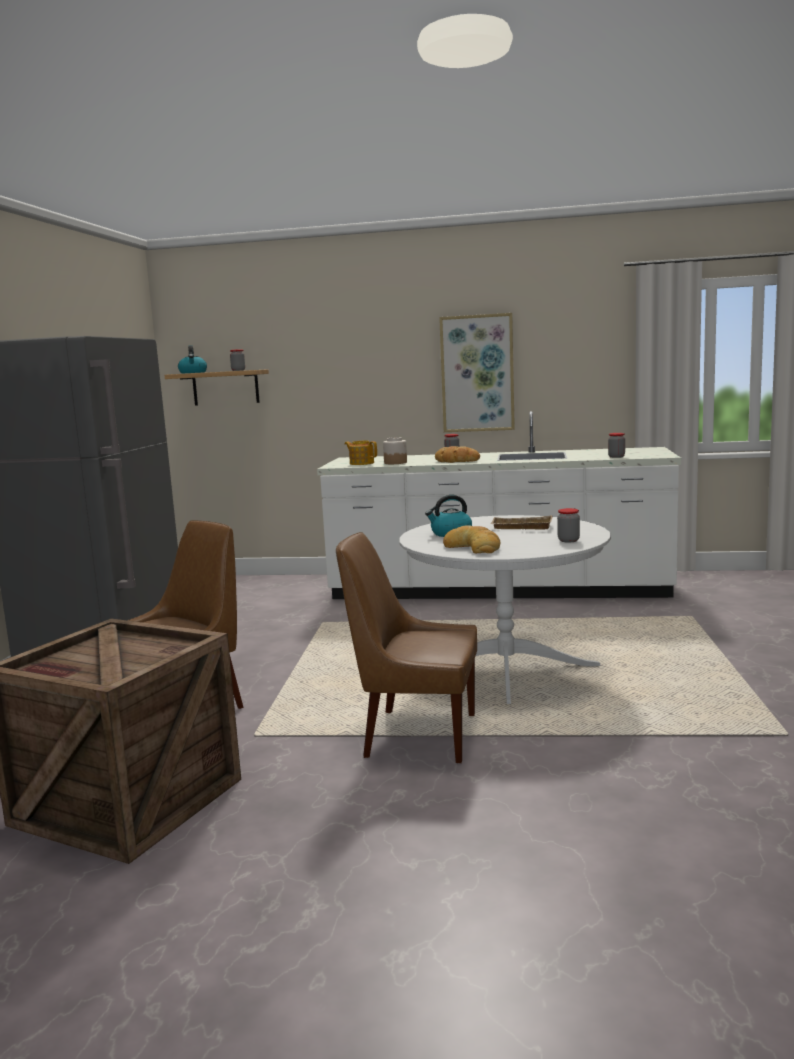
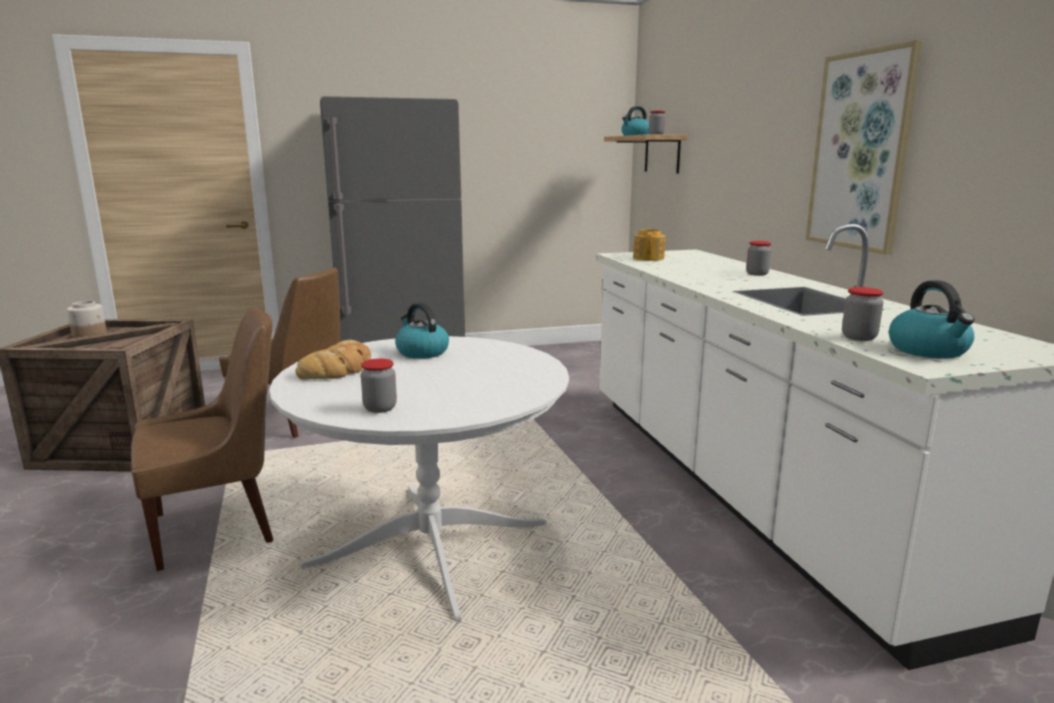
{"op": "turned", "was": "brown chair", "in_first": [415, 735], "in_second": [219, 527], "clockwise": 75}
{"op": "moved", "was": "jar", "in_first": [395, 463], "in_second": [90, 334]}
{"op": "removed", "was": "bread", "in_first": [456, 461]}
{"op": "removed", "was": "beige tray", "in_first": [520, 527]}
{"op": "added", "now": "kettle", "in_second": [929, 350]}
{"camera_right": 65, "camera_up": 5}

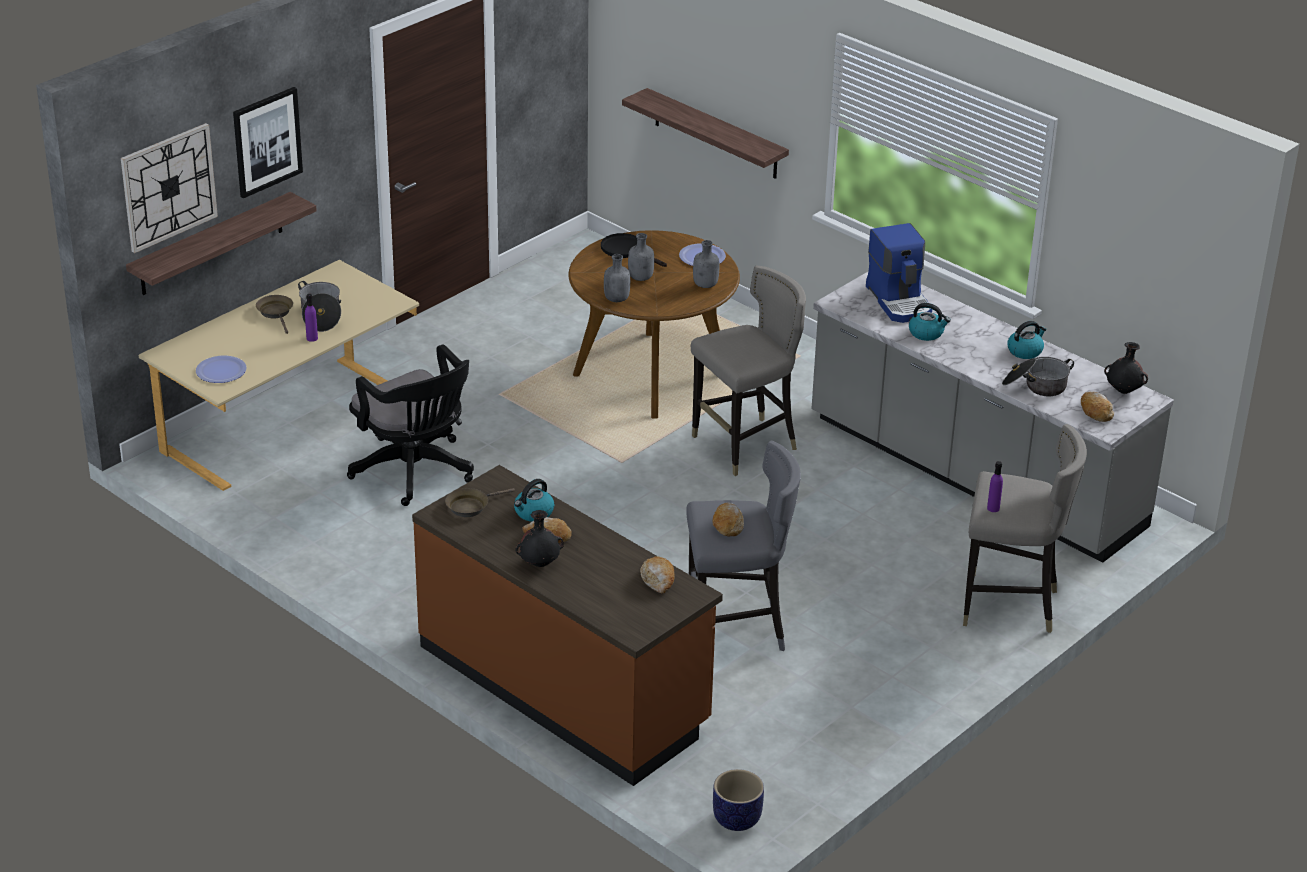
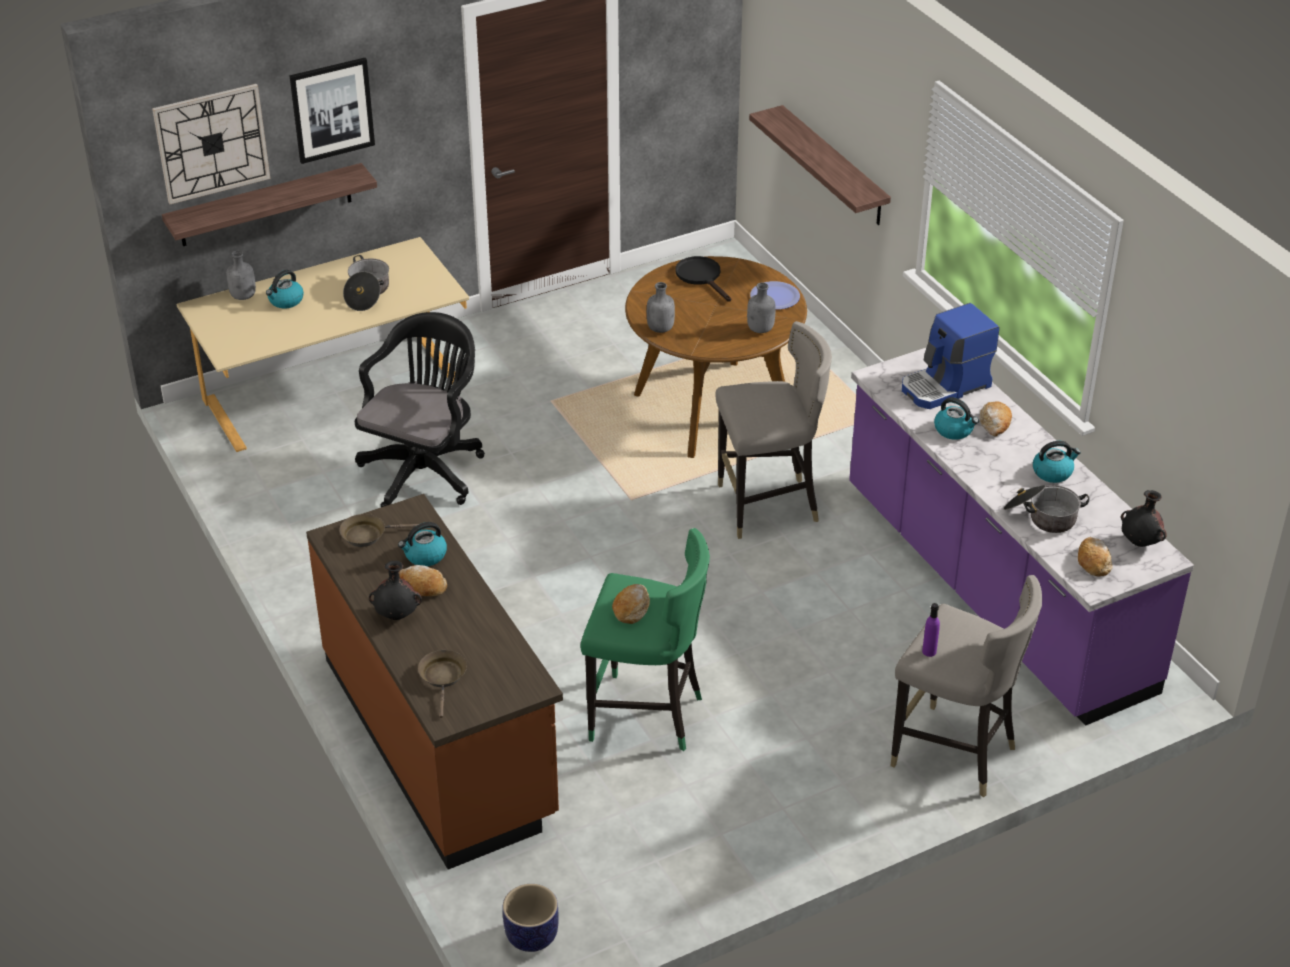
{"op": "removed", "was": "plate", "in_first": [221, 371]}
{"op": "moved", "was": "brown frying pan", "in_first": [276, 313], "in_second": [443, 678]}
{"op": "removed", "was": "purple bottle", "in_first": [312, 338]}
{"op": "turned", "was": "black office chair", "in_first": [416, 472], "in_second": [425, 469], "clockwise": -135}
{"op": "moved", "was": "grey bottle", "in_first": [641, 278], "in_second": [244, 296]}
{"op": "moved", "was": "bread", "in_first": [658, 580], "in_second": [995, 423]}
{"op": "recoloured", "was": "grey stool", "now": "green stool", "in_first": [736, 631], "in_second": [646, 716]}
{"op": "recoloured", "was": "grey counter", "now": "purple counter", "in_first": [974, 474], "in_second": [994, 590]}
{"op": "turned", "was": "coffee machine", "in_first": [900, 301], "in_second": [946, 387], "clockwise": 60}
{"op": "added", "now": "kettle", "in_second": [285, 301]}
{"camera_right": 20, "camera_up": 5}

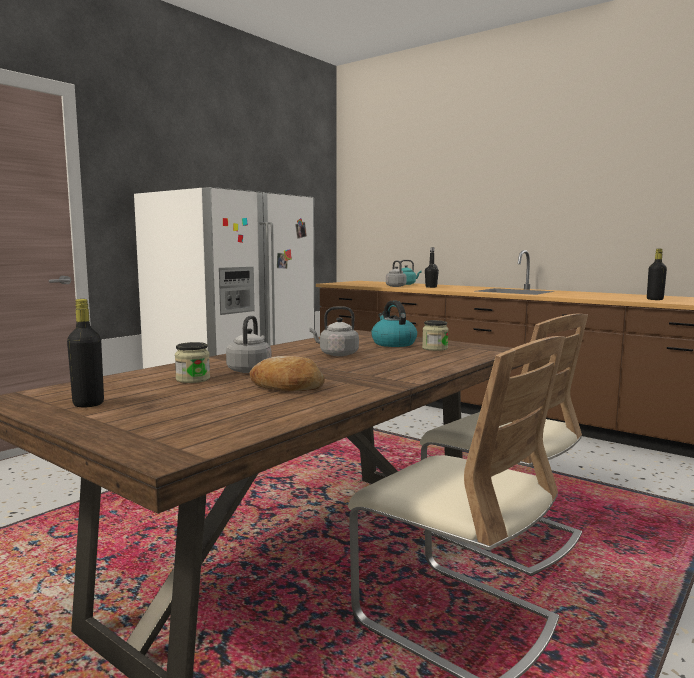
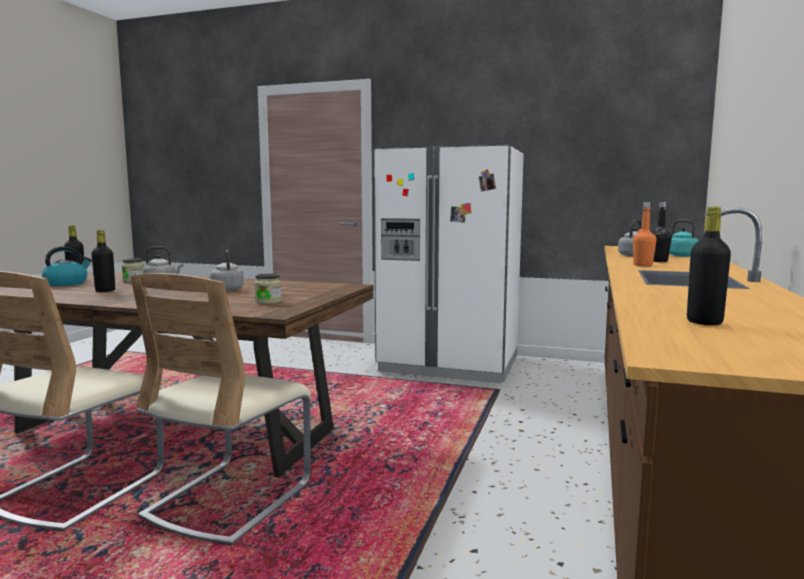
{"op": "replaced", "was": "bread", "now": "black bottle", "in_first": [286, 387], "in_second": [105, 291]}
{"op": "moved", "was": "kettle", "in_first": [393, 343], "in_second": [66, 283]}
{"op": "added", "now": "orange bottle", "in_second": [642, 265]}
{"camera_right": 70, "camera_up": 0}

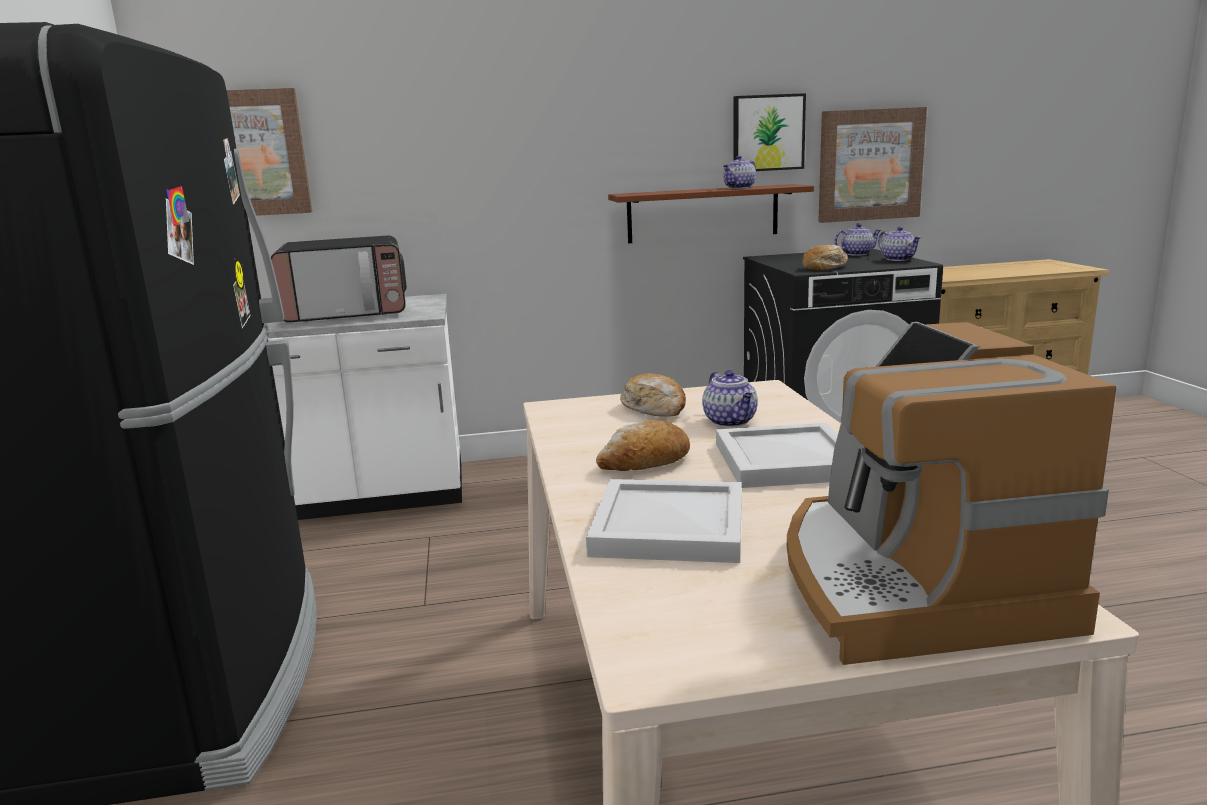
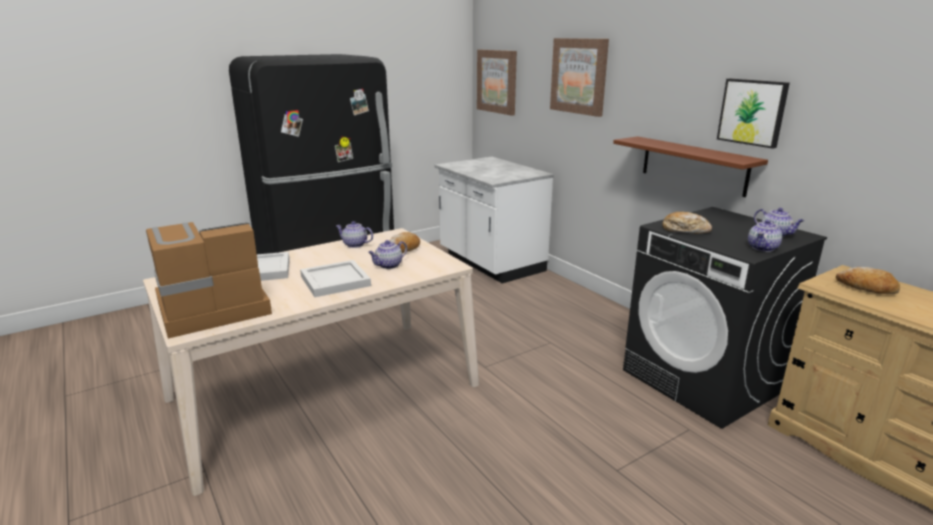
{"op": "removed", "was": "microwave", "in_first": [347, 313]}
{"op": "moved", "was": "bread", "in_first": [645, 462], "in_second": [866, 288]}
{"op": "moved", "was": "teapot", "in_first": [739, 188], "in_second": [354, 245]}
{"op": "moved", "was": "picture", "in_first": [870, 165], "in_second": [579, 76]}
{"camera_right": 65, "camera_up": 5}

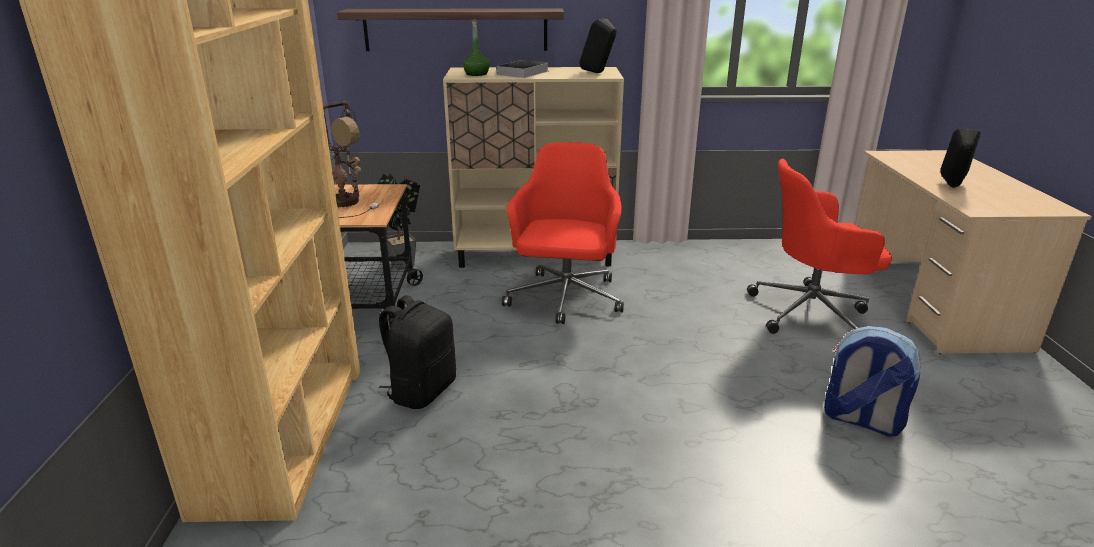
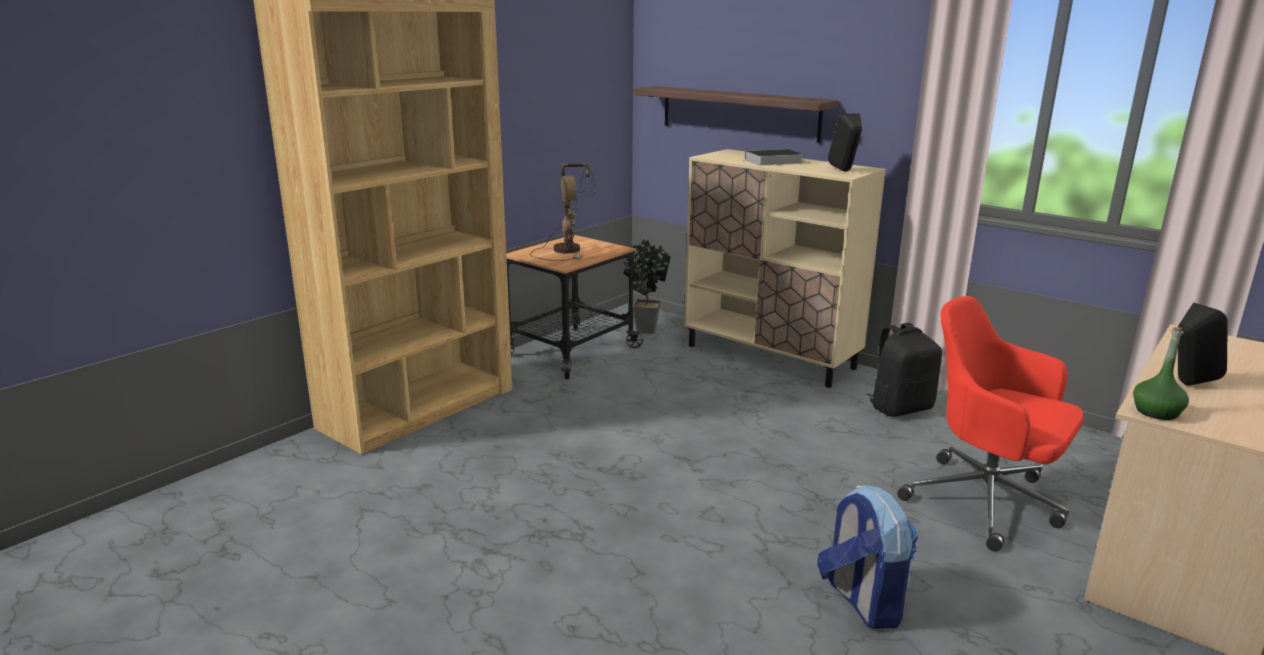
{"op": "moved", "was": "black backpack", "in_first": [421, 390], "in_second": [900, 408]}
{"op": "moved", "was": "green bottle", "in_first": [476, 74], "in_second": [1156, 412]}
{"op": "removed", "was": "red office chair", "in_first": [565, 299]}
{"camera_right": 40, "camera_up": -5}

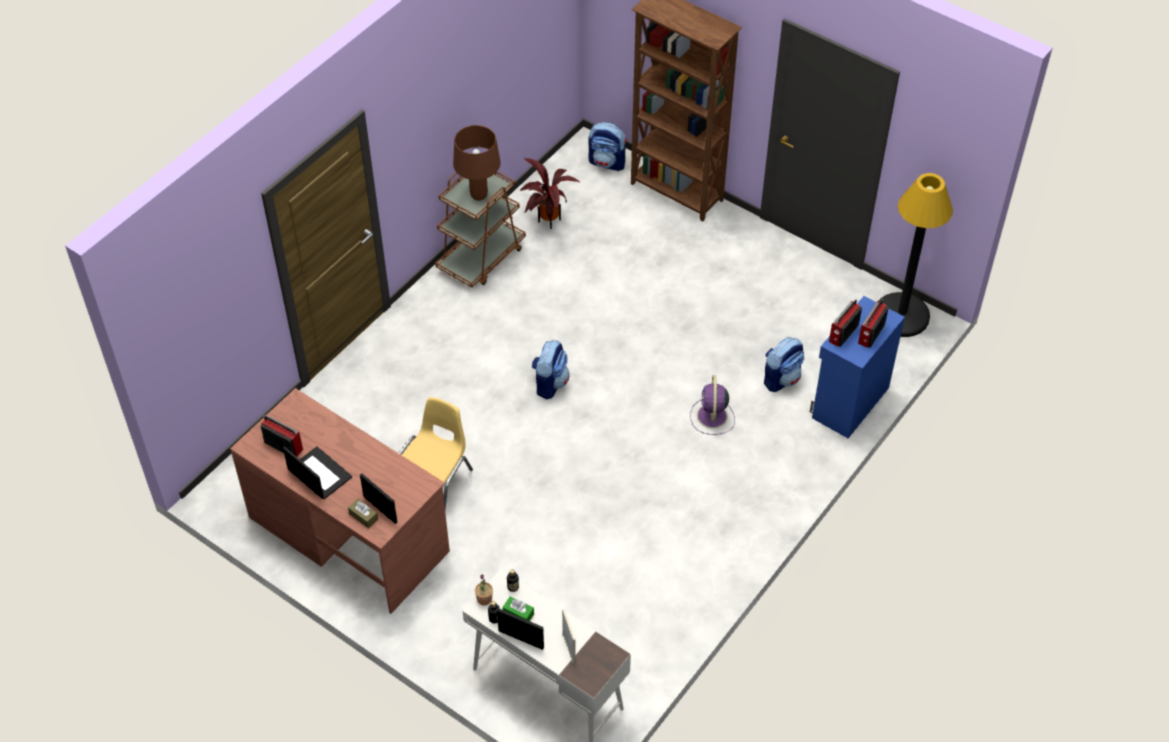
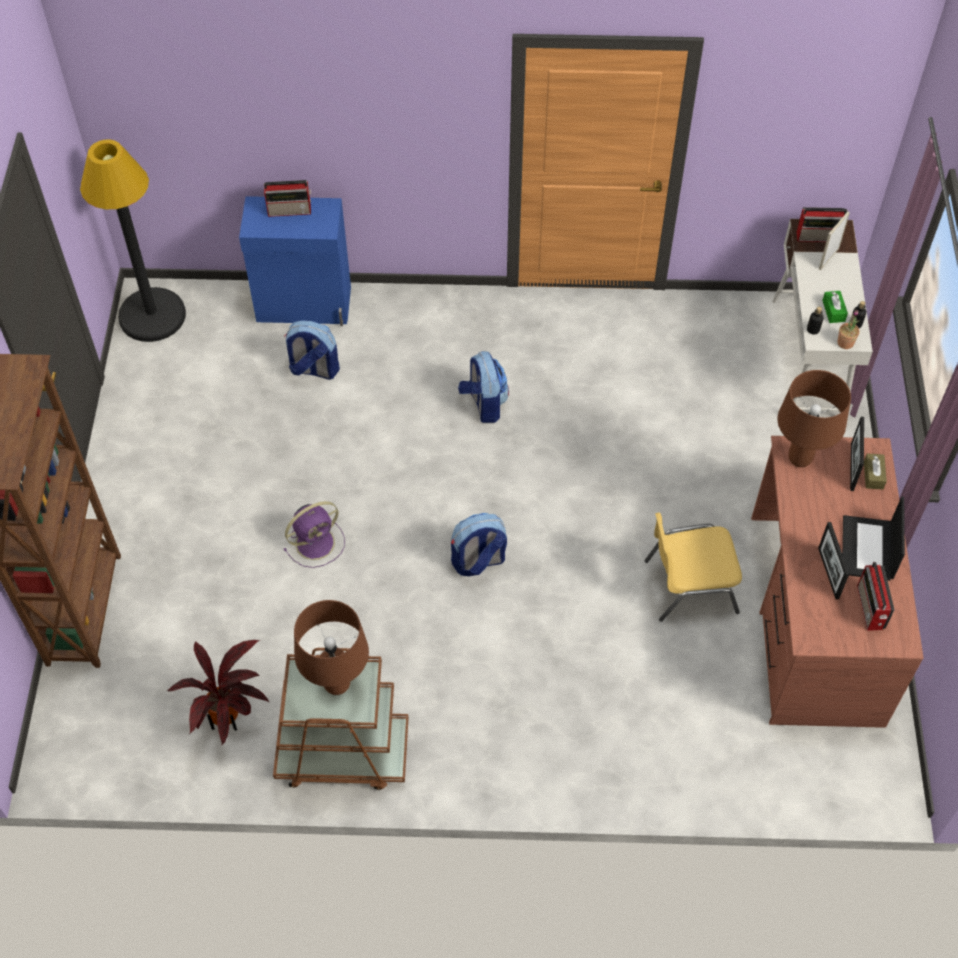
{"op": "moved", "was": "picture frame", "in_first": [521, 639], "in_second": [828, 573]}
{"op": "moved", "was": "backpack", "in_first": [607, 162], "in_second": [484, 404]}
{"op": "moved", "was": "purple fan", "in_first": [712, 417], "in_second": [316, 542]}
{"op": "moved", "was": "radio", "in_first": [842, 333], "in_second": [819, 236]}
{"op": "added", "now": "brown table lamp", "in_second": [799, 459]}
{"camera_right": -125, "camera_up": 5}

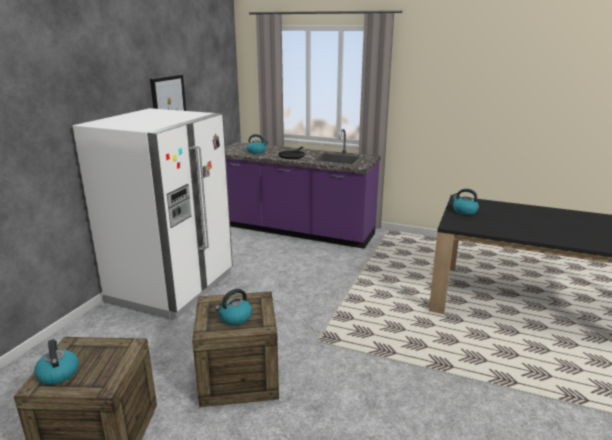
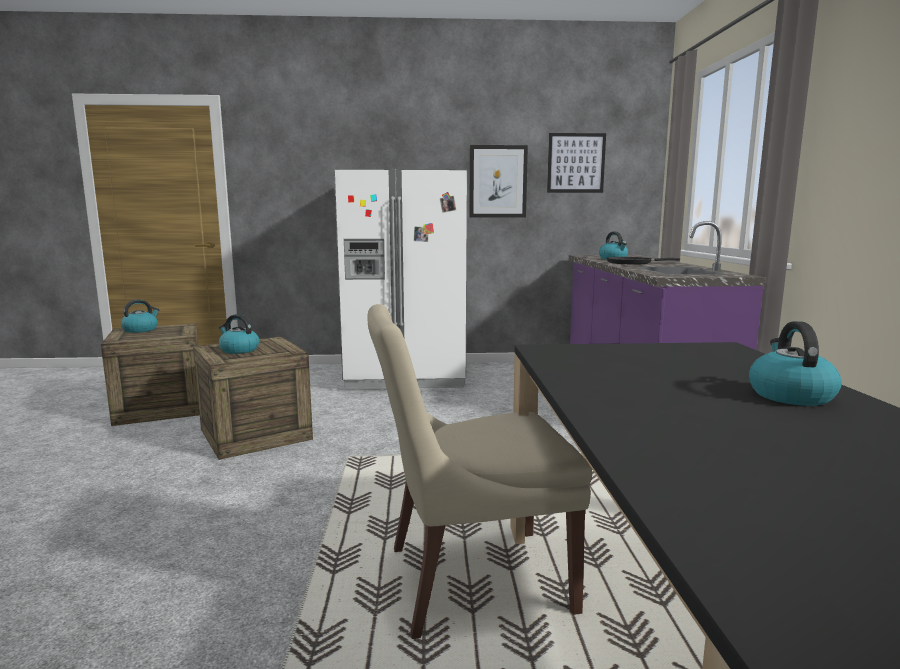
{"op": "moved", "was": "kettle", "in_first": [464, 211], "in_second": [789, 395]}
{"op": "added", "now": "beige chair", "in_second": [471, 580]}
{"op": "added", "now": "picture", "in_second": [576, 163]}
{"camera_right": 65, "camera_up": -10}

